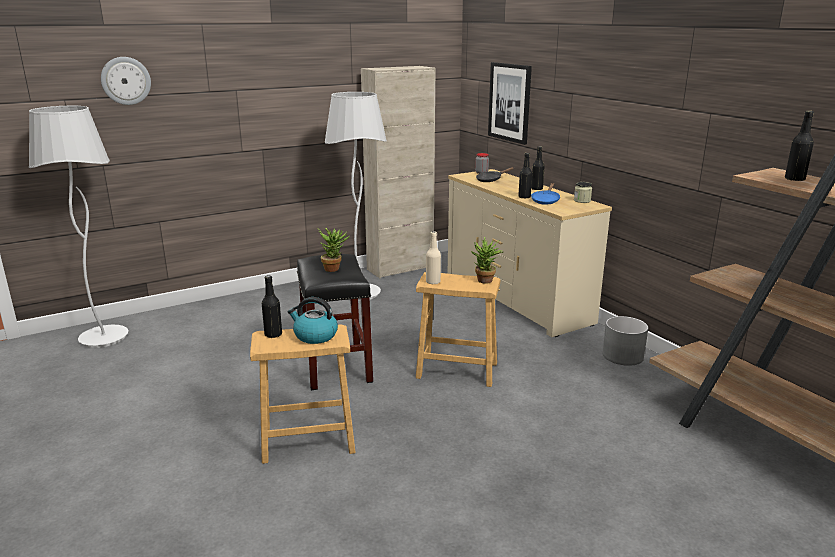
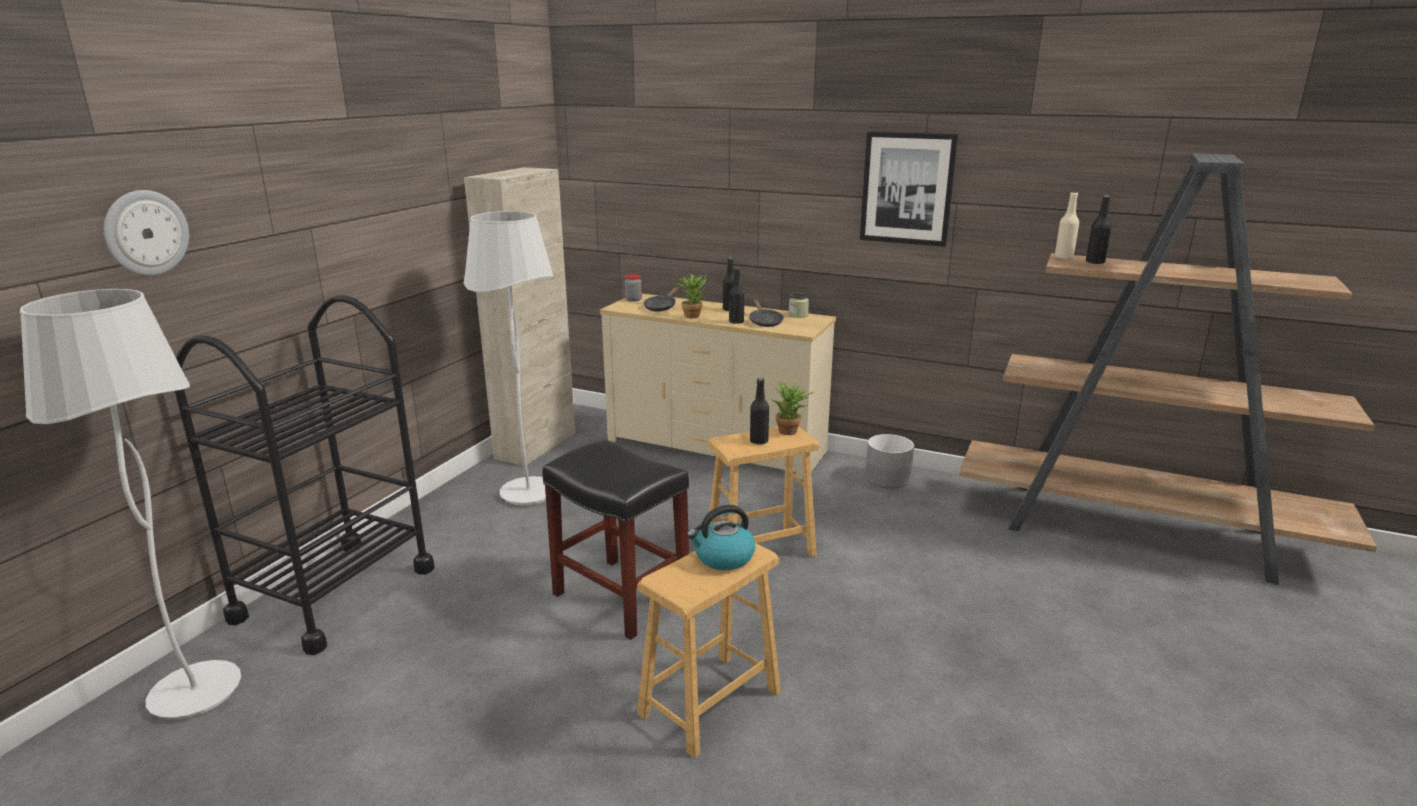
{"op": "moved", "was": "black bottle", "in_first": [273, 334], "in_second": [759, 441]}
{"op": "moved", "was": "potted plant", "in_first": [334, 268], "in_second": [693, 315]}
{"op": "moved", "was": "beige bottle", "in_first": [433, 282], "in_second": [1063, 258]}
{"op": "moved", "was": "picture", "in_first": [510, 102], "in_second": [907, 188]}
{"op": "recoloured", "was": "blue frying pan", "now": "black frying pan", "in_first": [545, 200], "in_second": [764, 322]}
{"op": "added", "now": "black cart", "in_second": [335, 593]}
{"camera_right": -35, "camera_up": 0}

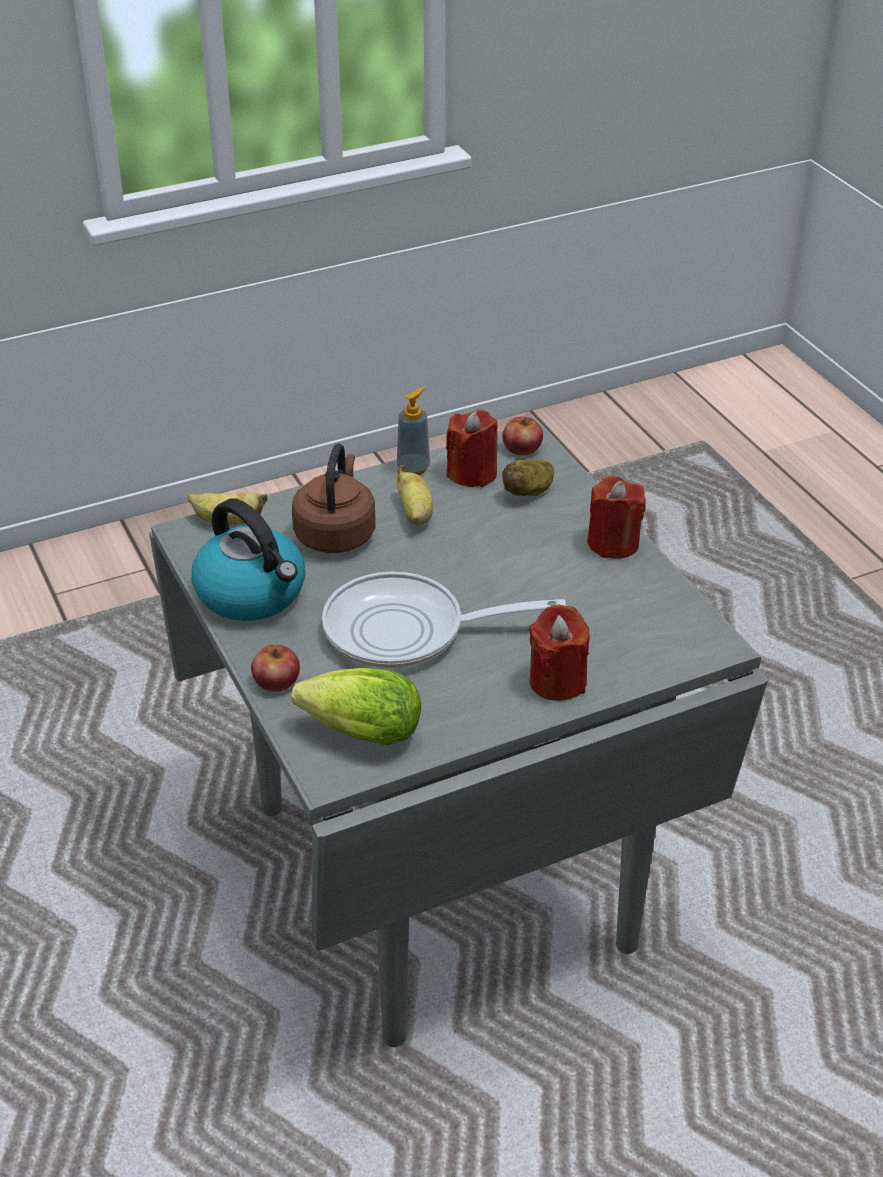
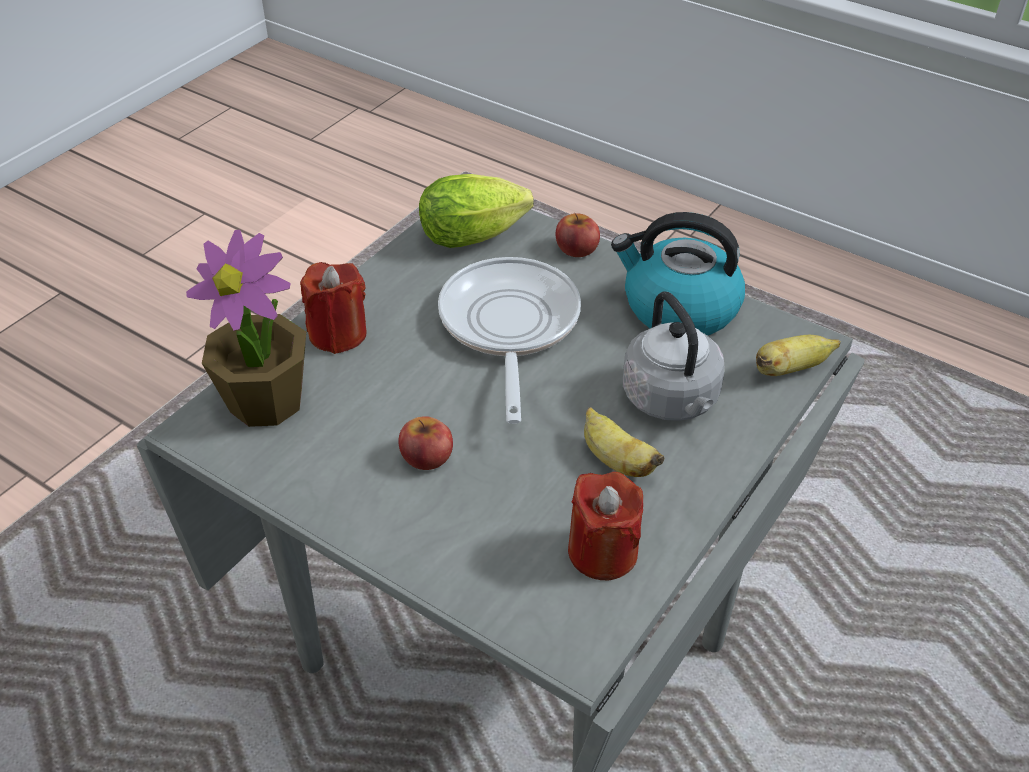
{"op": "recoloured", "was": "brown kettle", "now": "grey kettle", "in_first": [336, 533], "in_second": [672, 400]}
{"op": "turned", "was": "frying pan", "in_first": [407, 631], "in_second": [508, 327], "clockwise": -60}
{"op": "removed", "was": "soap dispenser", "in_first": [413, 468]}
{"op": "moved", "was": "apple", "in_first": [522, 448], "in_second": [426, 456]}
{"op": "removed", "was": "potato", "in_first": [529, 491]}
{"op": "removed", "was": "red candle", "in_first": [613, 543]}
{"op": "added", "now": "potted plant", "in_second": [267, 401]}
{"camera_right": 150, "camera_up": 5}

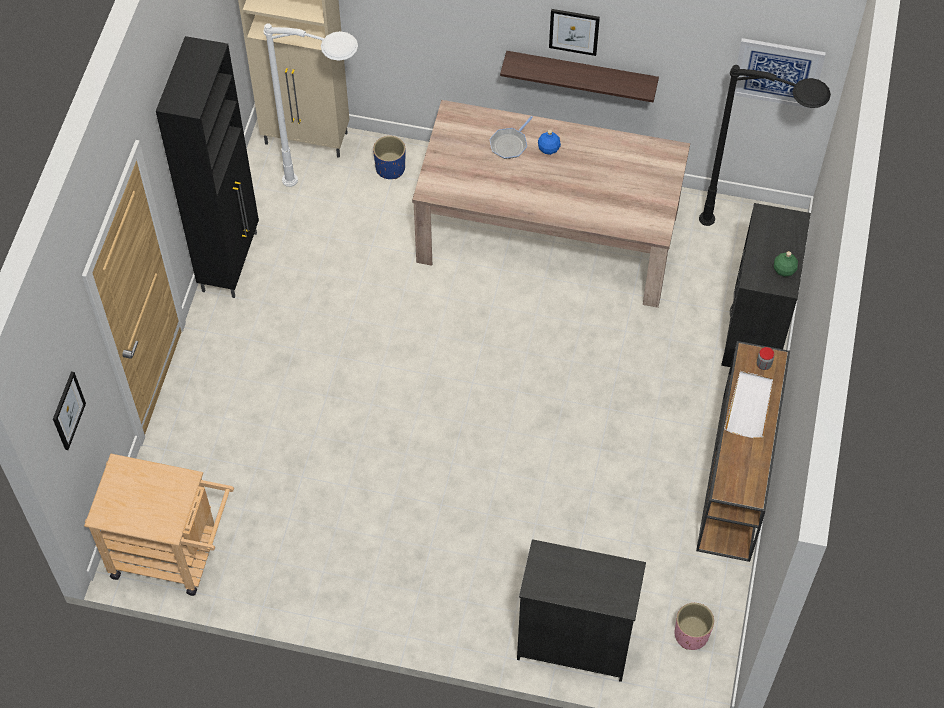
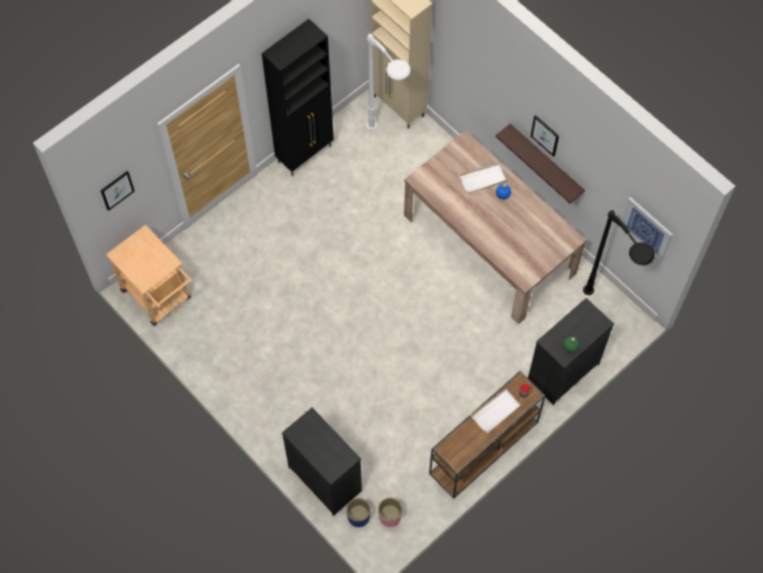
{"op": "moved", "was": "blue planter", "in_first": [390, 168], "in_second": [358, 516]}
{"op": "replaced", "was": "frying pan", "now": "white tray", "in_first": [509, 144], "in_second": [483, 179]}
{"camera_right": 35, "camera_up": 5}

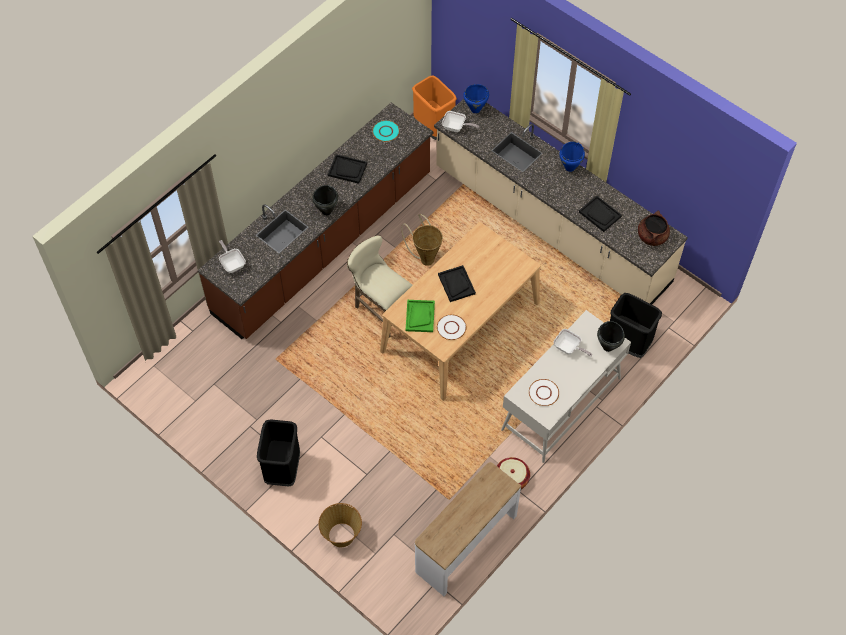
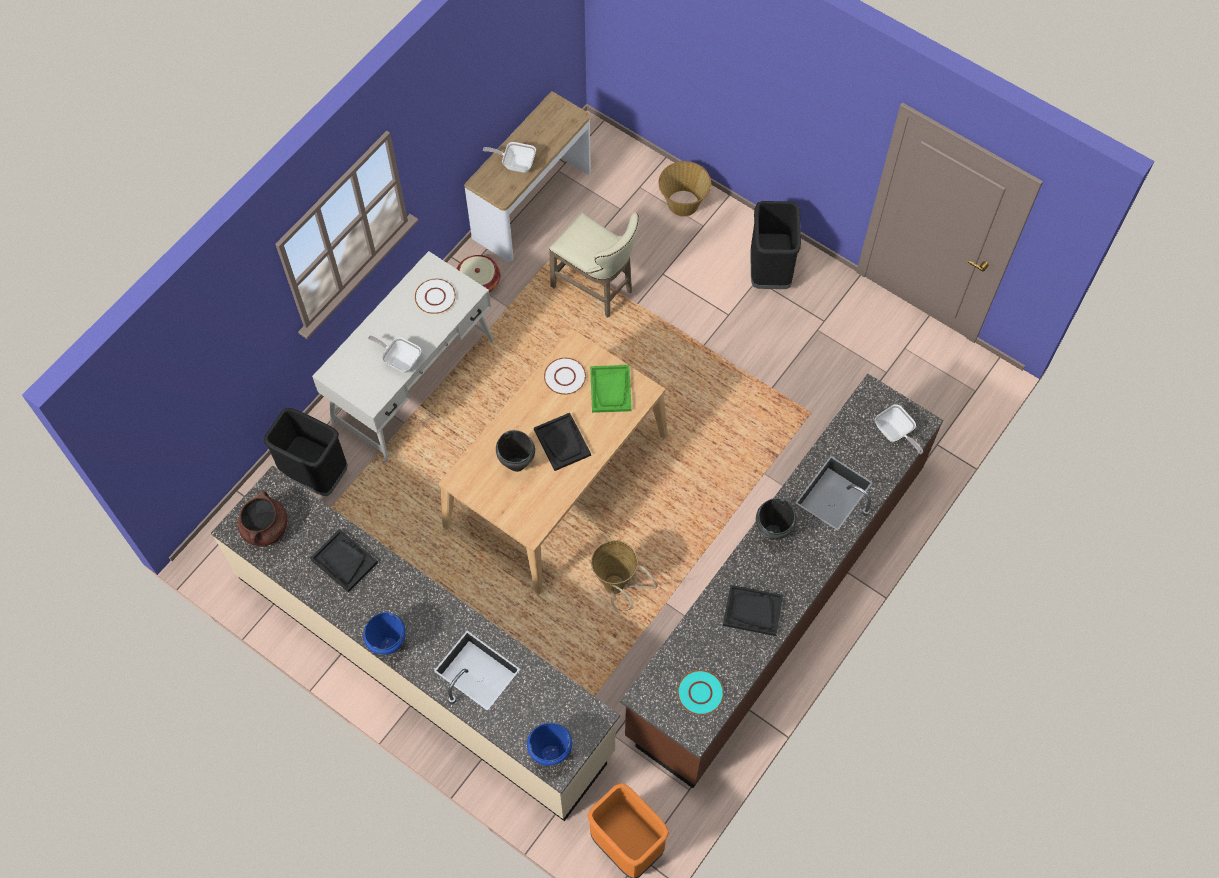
{"op": "moved", "was": "beige stool", "in_first": [380, 310], "in_second": [596, 289]}
{"op": "moved", "was": "frying pan", "in_first": [456, 128], "in_second": [515, 163]}
{"op": "moved", "was": "black cooking pot", "in_first": [608, 346], "in_second": [517, 465]}
{"camera_right": 175, "camera_up": 5}

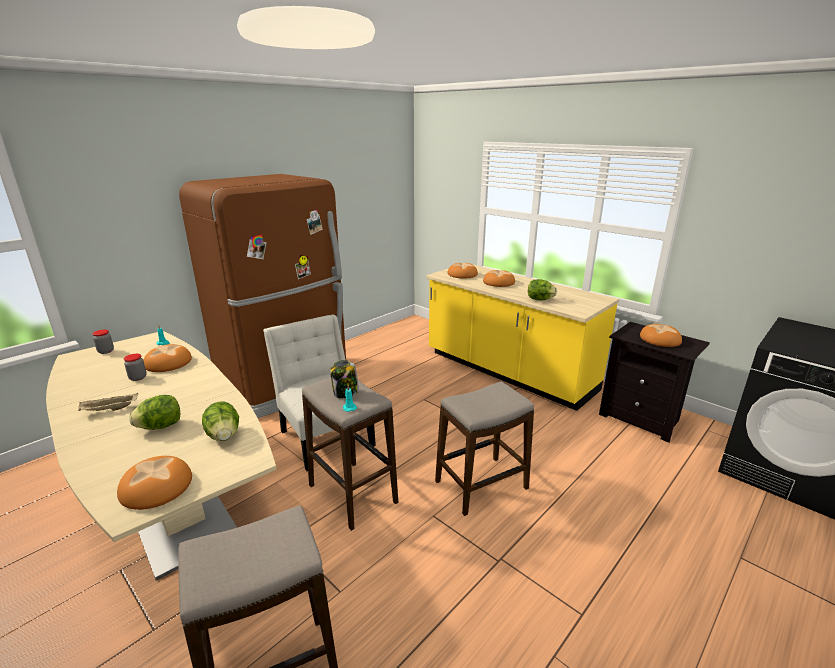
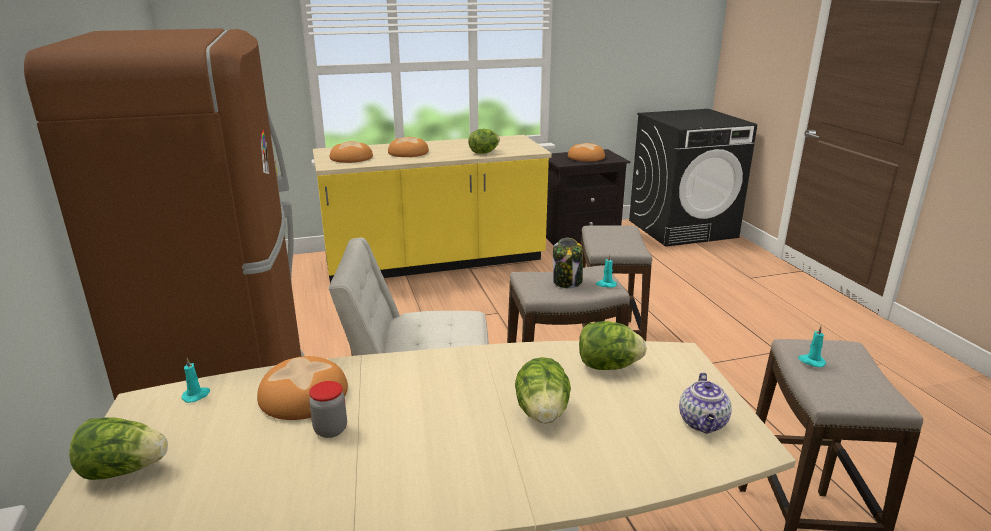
{"op": "removed", "was": "beige tray", "in_first": [109, 410]}
{"op": "replaced", "was": "jar", "now": "lettuce", "in_first": [106, 351], "in_second": [124, 470]}
{"op": "replaced", "was": "bread", "now": "teapot", "in_first": [155, 487], "in_second": [703, 423]}
{"op": "added", "now": "turquoise candle", "in_second": [811, 361]}
{"camera_right": -60, "camera_up": 0}

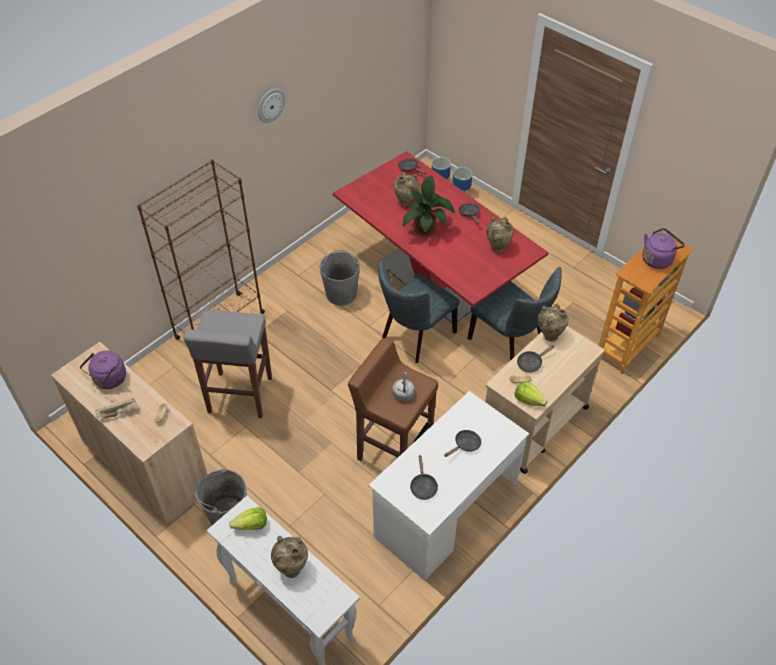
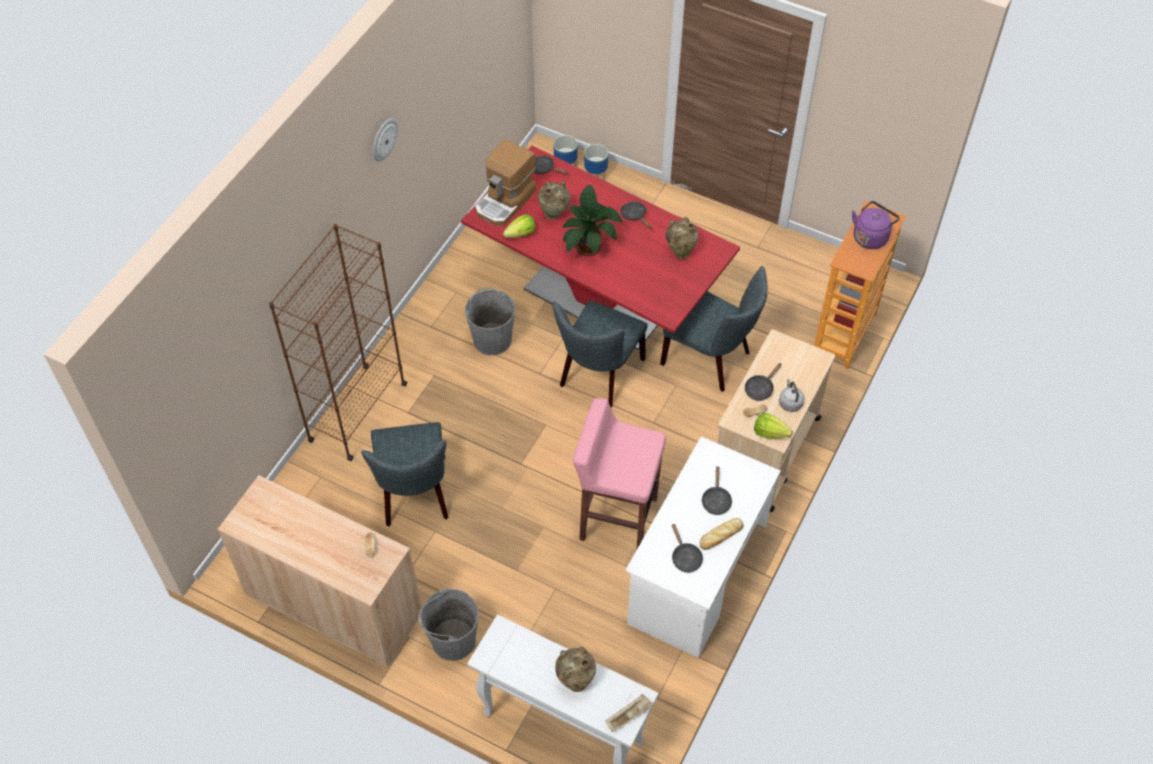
{"op": "removed", "was": "purple kettle", "in_first": [109, 380]}
{"op": "moved", "was": "beige tray", "in_first": [118, 412], "in_second": [629, 715]}
{"op": "replaced", "was": "grey stool", "now": "grey chair", "in_first": [239, 396], "in_second": [415, 495]}
{"op": "moved", "was": "lettuce", "in_first": [251, 526], "in_second": [521, 234]}
{"op": "recoloured", "was": "brown stool", "now": "pink stool", "in_first": [393, 449], "in_second": [617, 518]}
{"op": "moved", "was": "grey kettle", "in_first": [403, 393], "in_second": [790, 402]}
{"op": "turned", "was": "black frying pan", "in_first": [465, 445], "in_second": [716, 500], "clockwise": 150}
{"op": "removed", "was": "beige vase", "in_first": [549, 335]}
{"op": "added", "now": "coffee machine", "in_second": [505, 202]}
{"op": "added", "now": "bread", "in_second": [720, 536]}
{"camera_right": -15, "camera_up": 5}

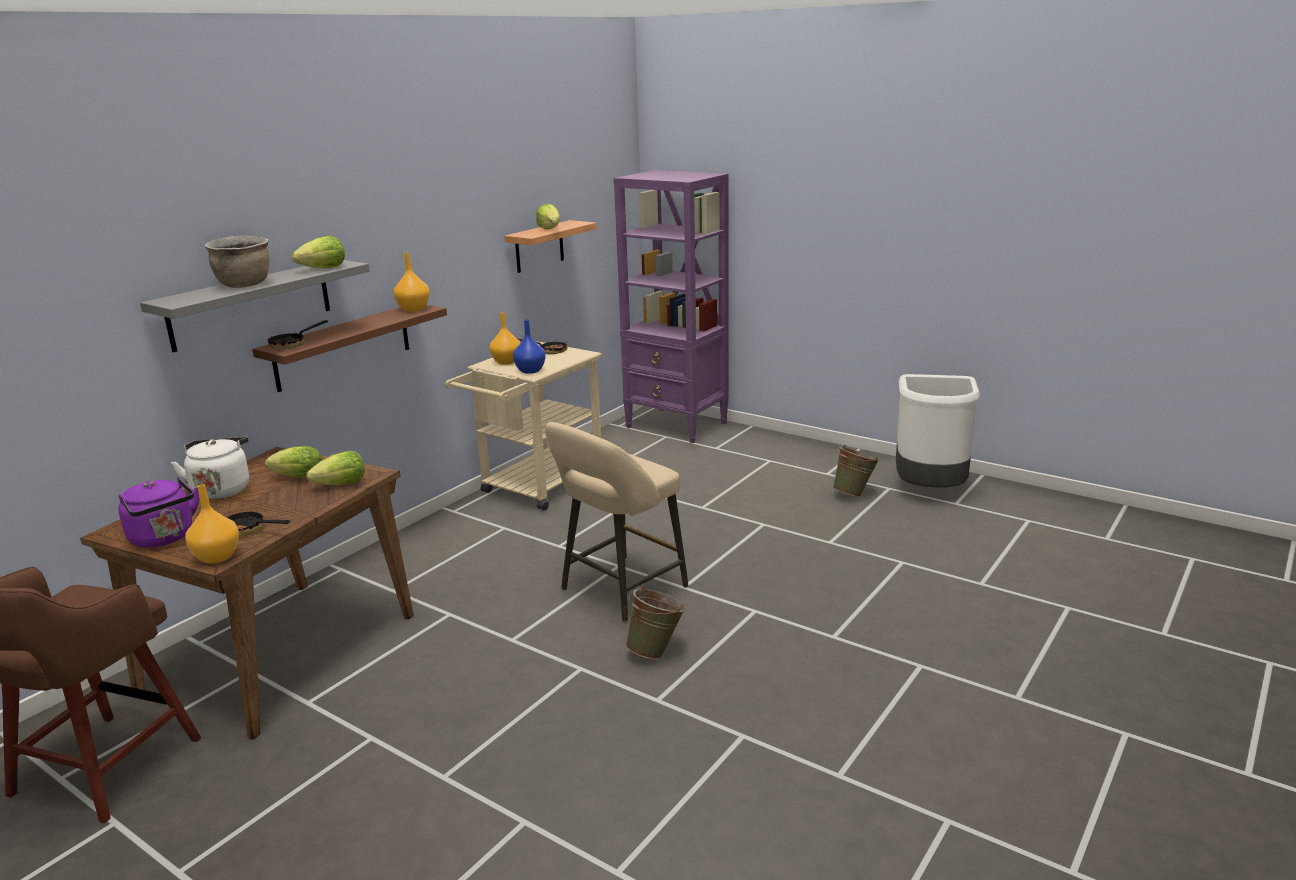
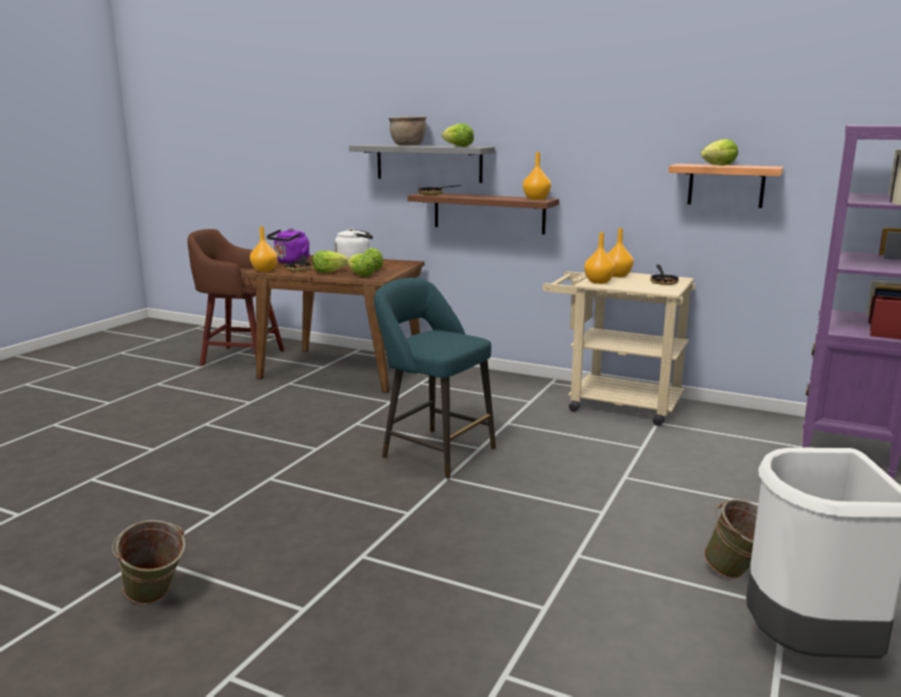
{"op": "recoloured", "was": "blue vase", "now": "orange vase", "in_first": [529, 371], "in_second": [598, 282]}
{"op": "recoloured", "was": "beige stool", "now": "turquoise stool", "in_first": [619, 591], "in_second": [434, 452]}
{"op": "moved", "was": "green bucket", "in_first": [656, 651], "in_second": [154, 600]}
{"op": "added", "now": "lettuce", "in_second": [328, 272]}
{"camera_right": 80, "camera_up": -5}

